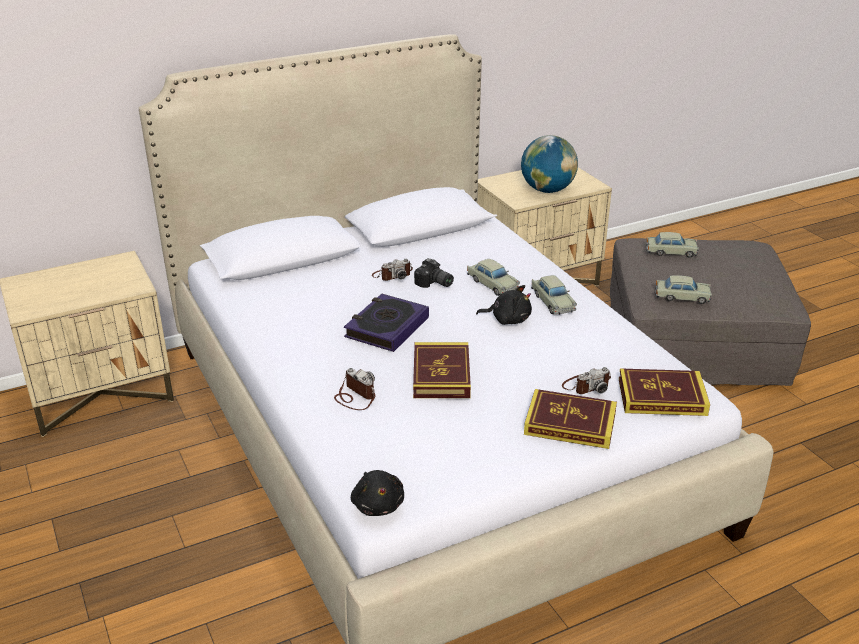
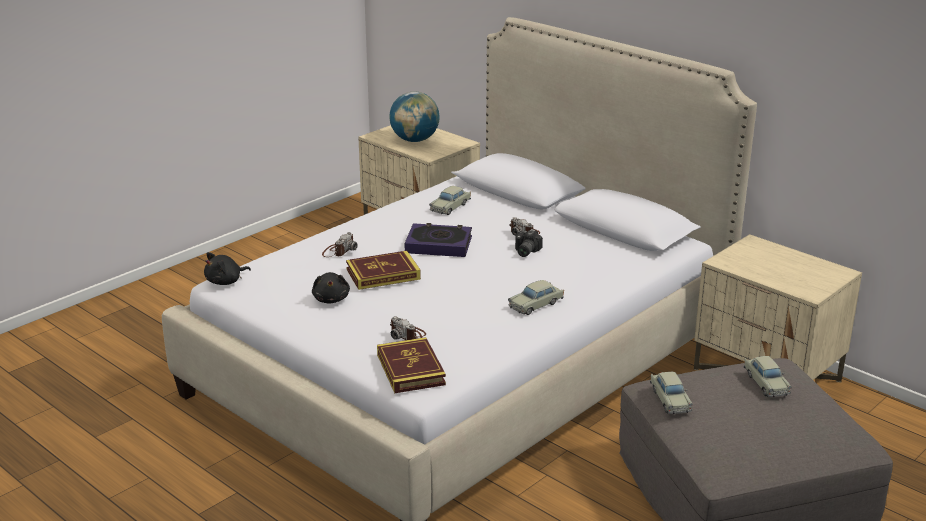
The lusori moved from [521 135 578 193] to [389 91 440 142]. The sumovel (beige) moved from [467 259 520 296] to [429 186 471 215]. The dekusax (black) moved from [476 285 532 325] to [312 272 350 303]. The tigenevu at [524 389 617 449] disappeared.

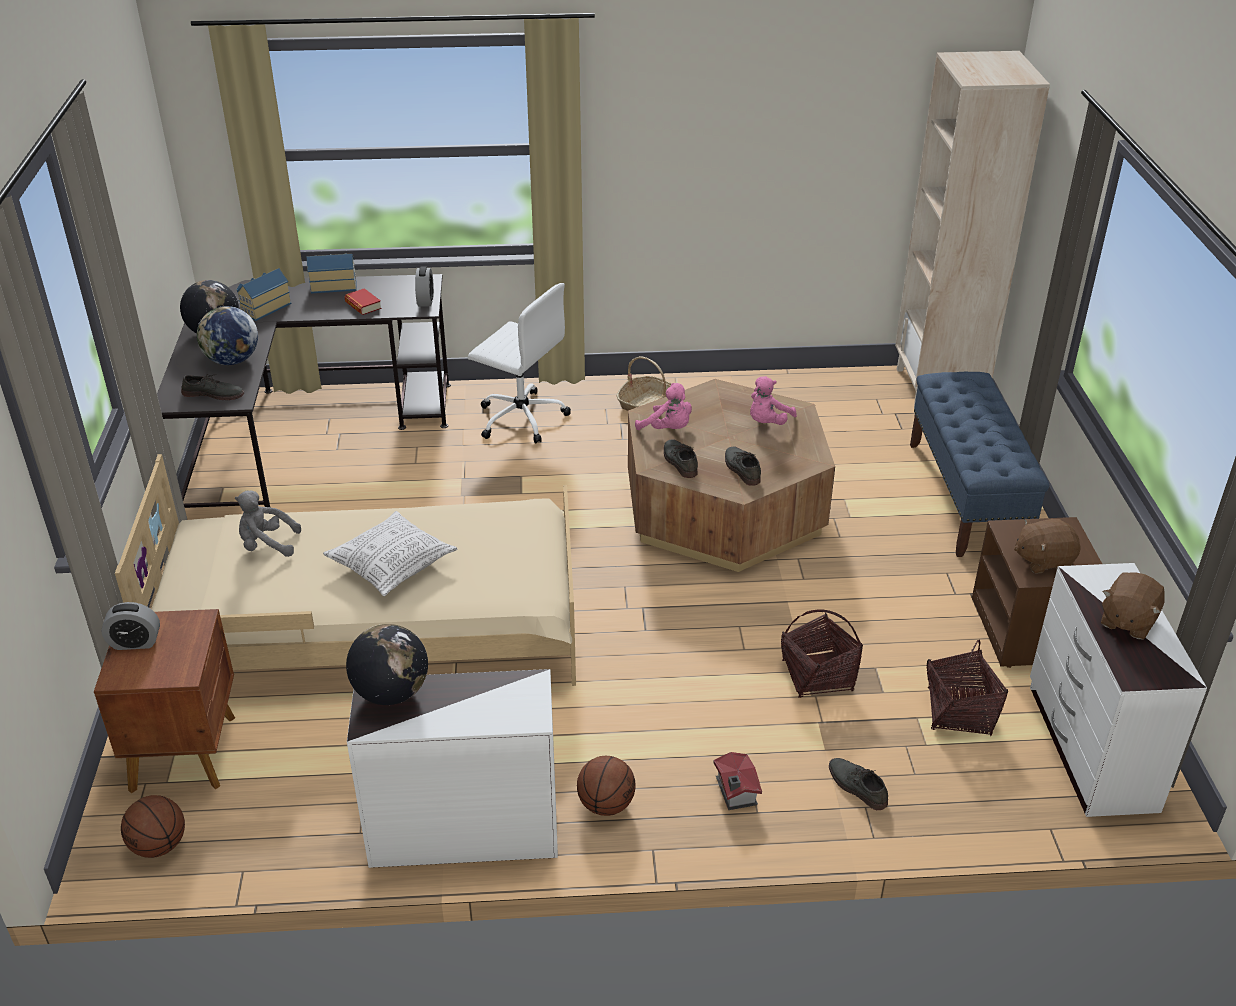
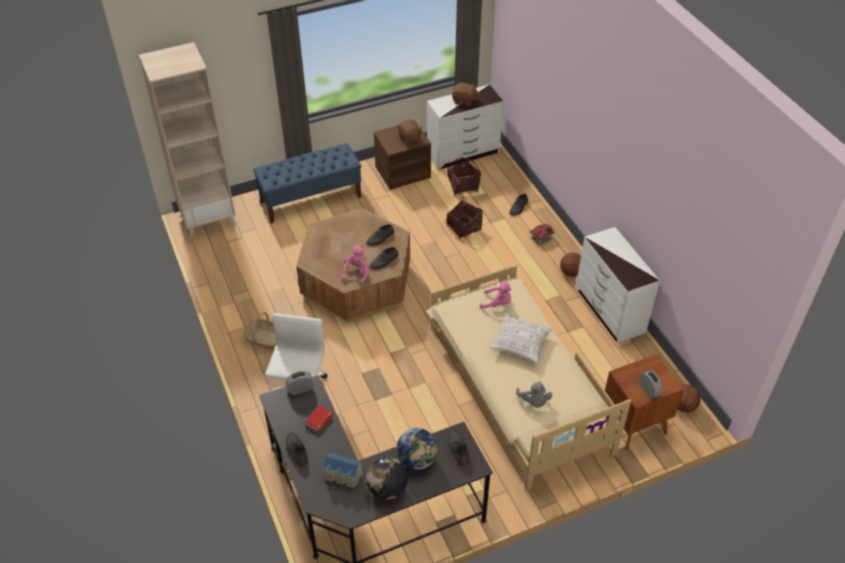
The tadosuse at [307 253 357 293] was replaced by the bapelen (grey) at [286 432 308 467]. The dekusax (pink) moved from [750 376 797 425] to [480 281 511 309]. The lusori at [346 624 428 705] disappeared.

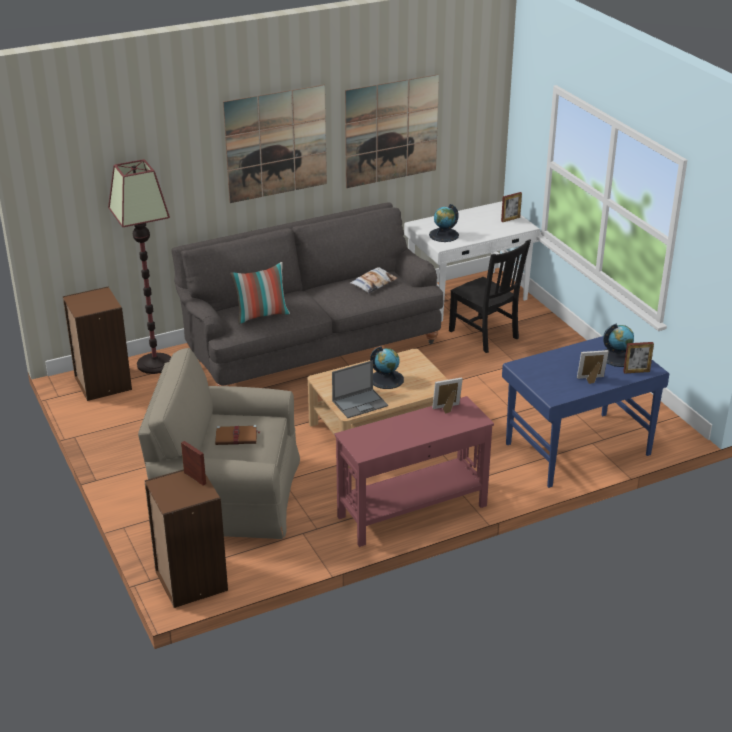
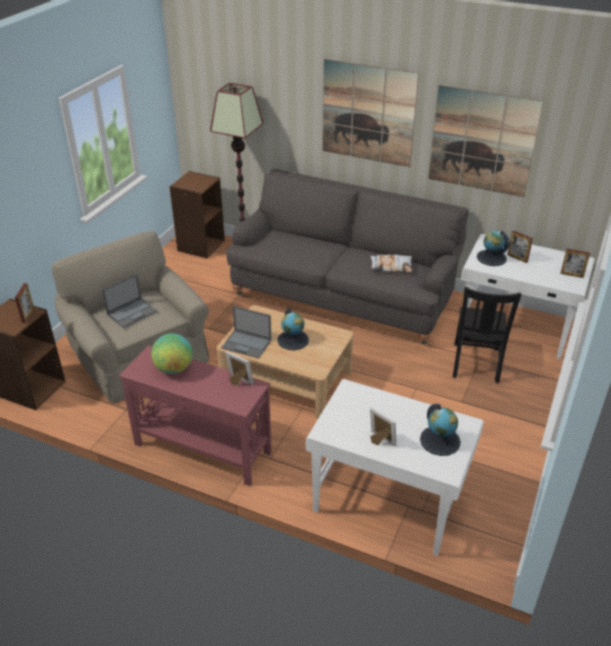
The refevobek at [230 262 290 324] disappeared. The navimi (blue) at [502 336 669 488] became the navimi (white) at [306 379 484 556]. The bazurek moved from [623 342 654 374] to [507 230 533 263]. The tigenevu (brown) at [215 425 260 445] was replaced by the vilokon at [102 274 157 328]. The lusori at [151 333 192 374] appeared.

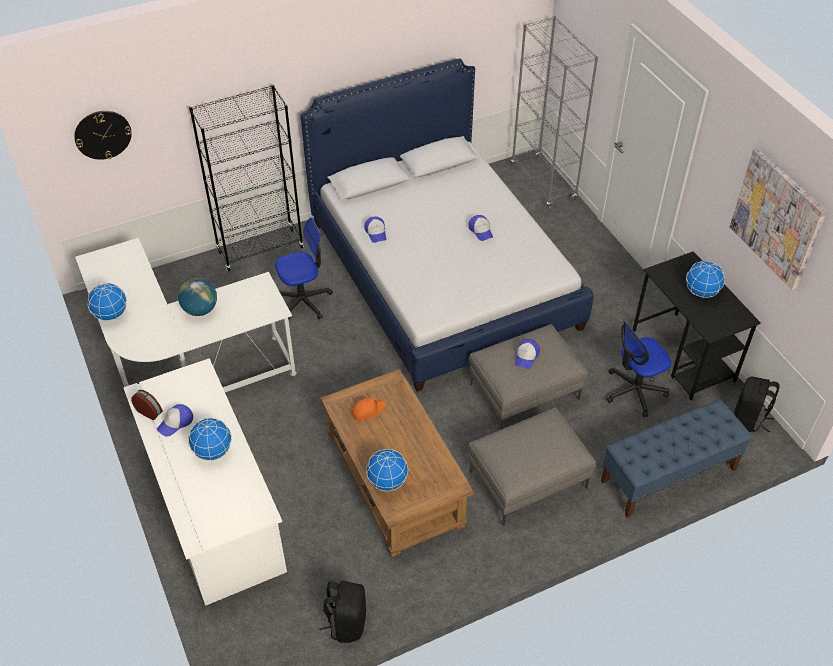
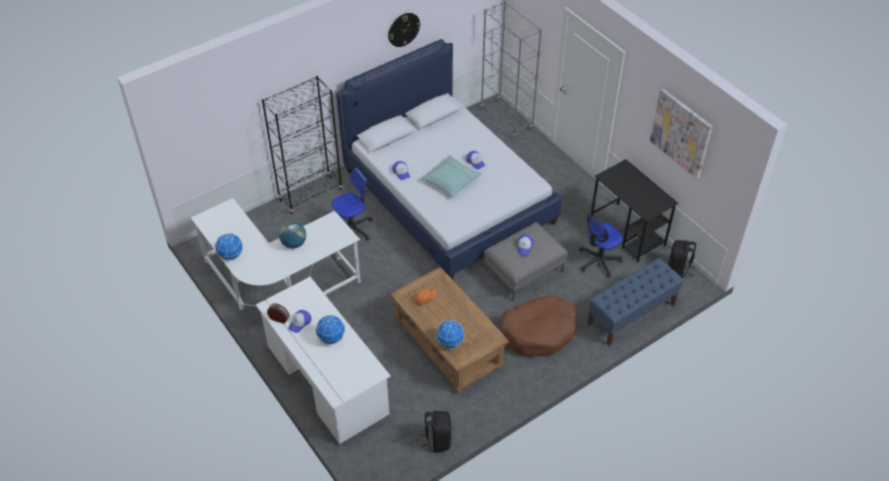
The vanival moved from [74 111 132 160] to [388 13 421 47]. The lusori at [686 261 725 298] disappeared. The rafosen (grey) at [468 408 596 526] was replaced by the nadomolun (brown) at [500 295 576 357]. The refevobek at [422 155 481 197] appeared.

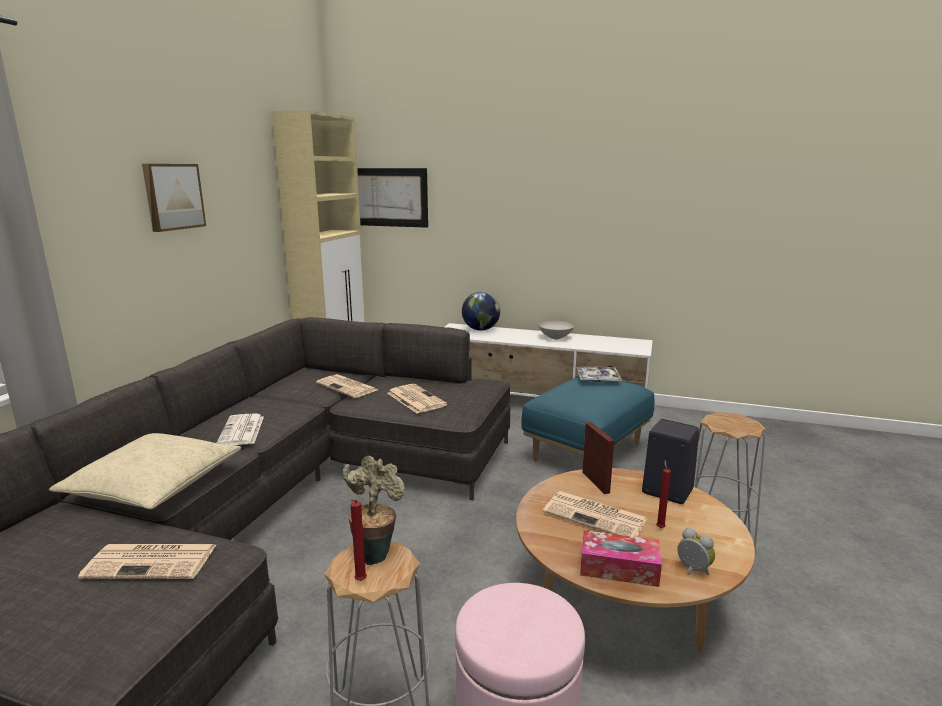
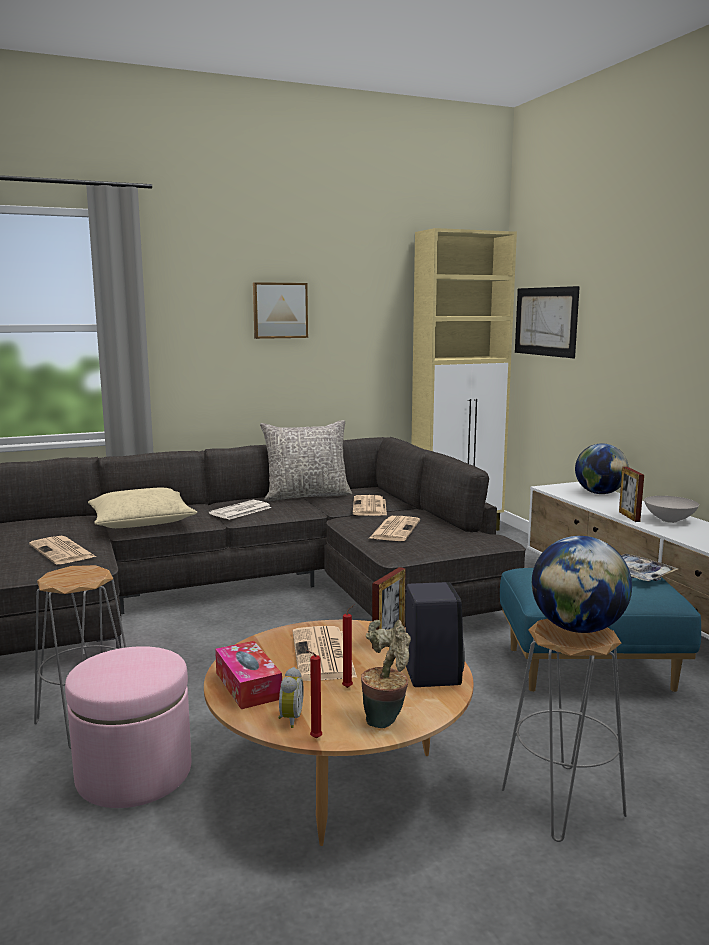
The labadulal moved from [343 456 405 565] to [361 620 411 728]. The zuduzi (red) moved from [351 500 367 581] to [306 650 322 739]. The refevobek (grey) at [260 420 352 501] appeared. The bazurek at [619 467 644 522] appeared. The lusori at [532 536 632 633] appeared.

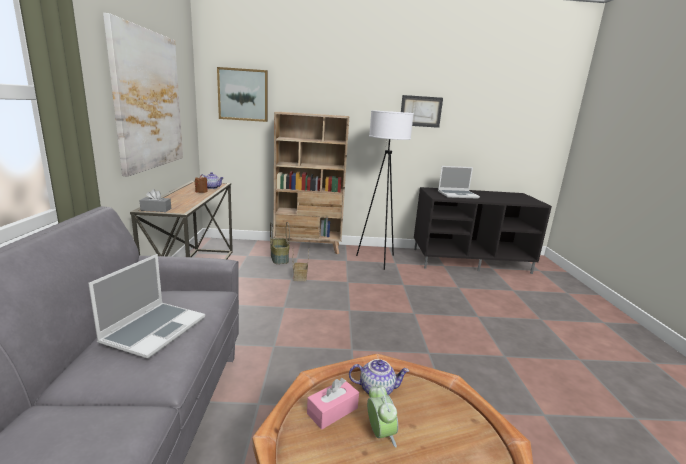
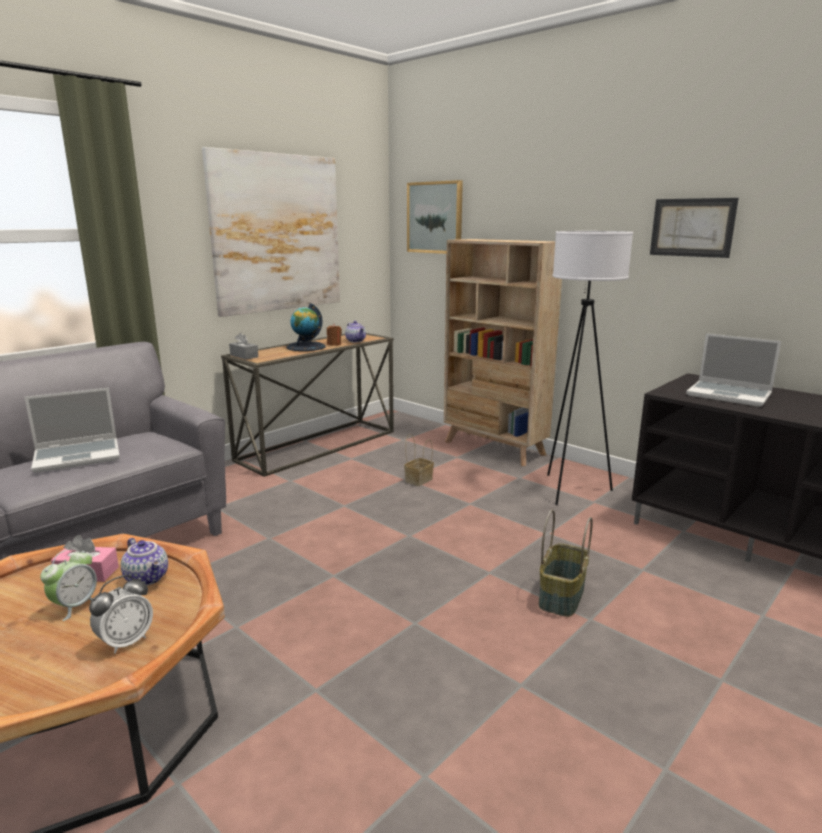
The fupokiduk moved from [270 222 290 264] to [539 510 593 617]. The lusori at [286 303 326 351] appeared. The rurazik at [89 575 153 654] appeared.

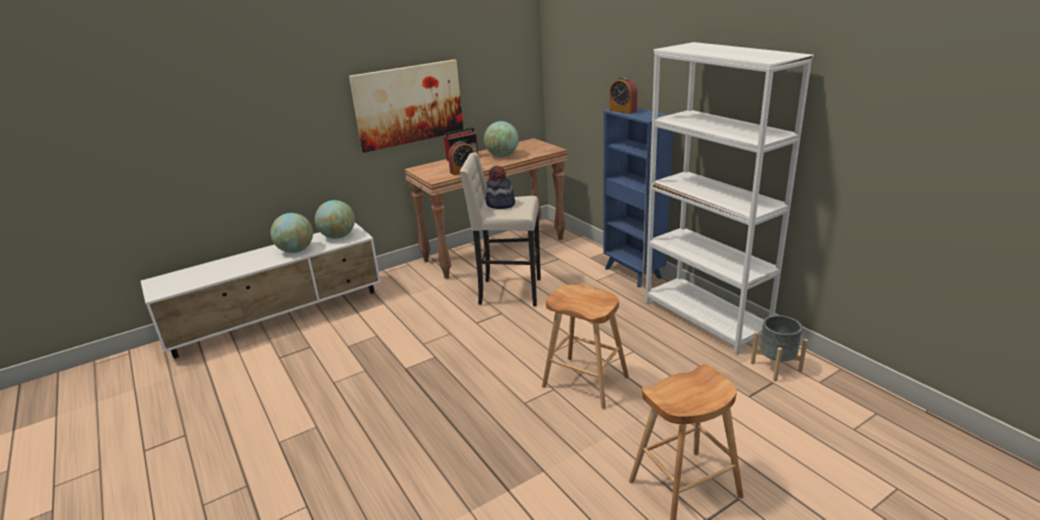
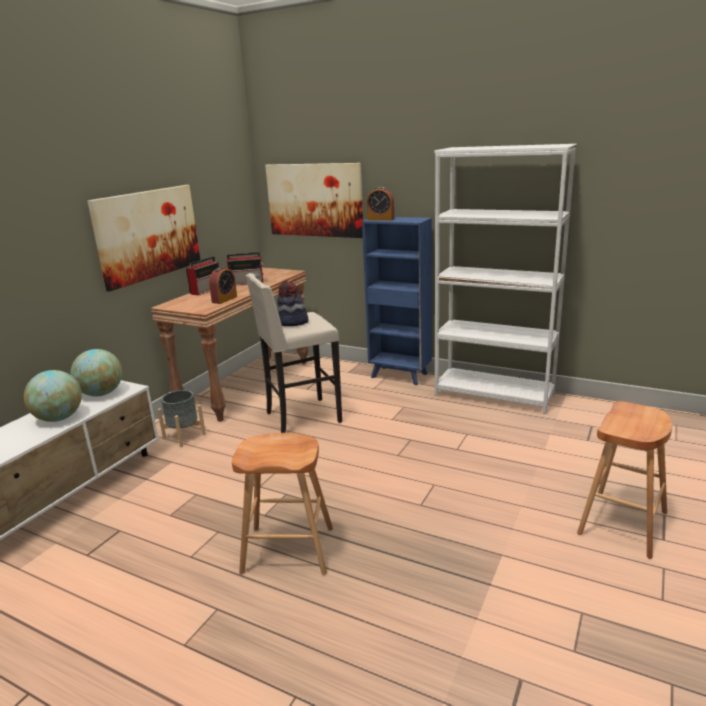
The lusori at [484 121 519 157] was replaced by the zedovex at [227 252 263 285]. The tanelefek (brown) moved from [542 285 629 409] to [232 433 333 575]. The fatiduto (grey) moved from [751 315 808 382] to [157 390 206 447]. The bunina at [265 163 363 238] appeared.

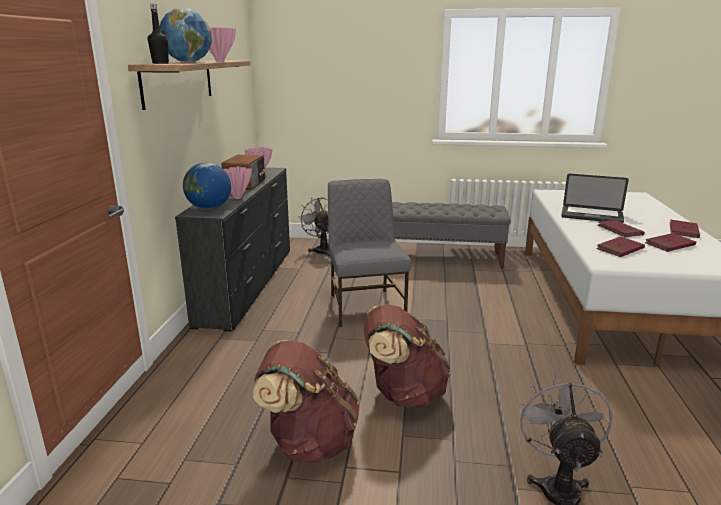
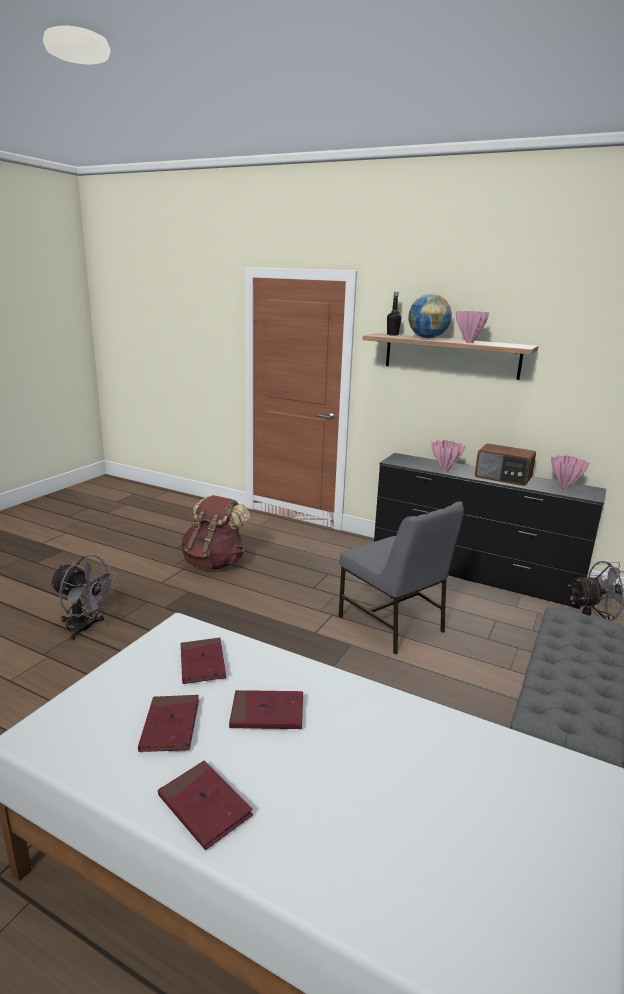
The lusori at [183 163 231 210] disappeared. The vilokon at [561 174 629 223] disappeared. The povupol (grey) at [328 179 411 327] turned 45 degrees clockwise. The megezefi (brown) at [364 304 451 407] disappeared.

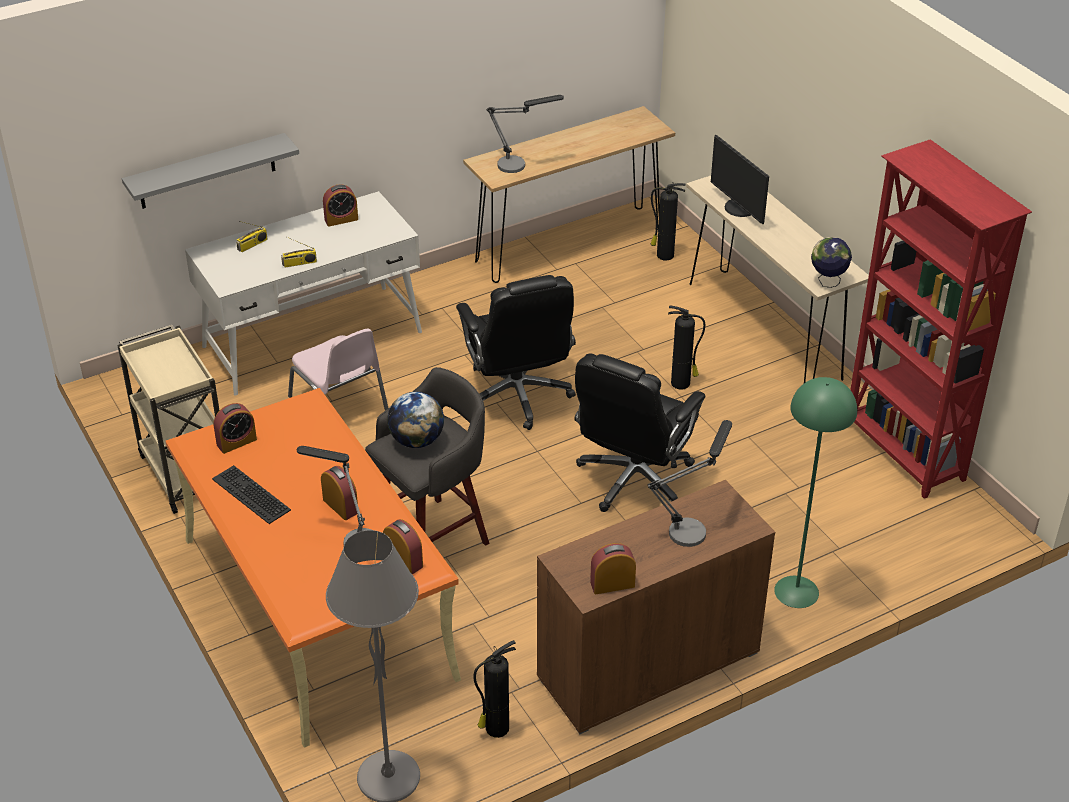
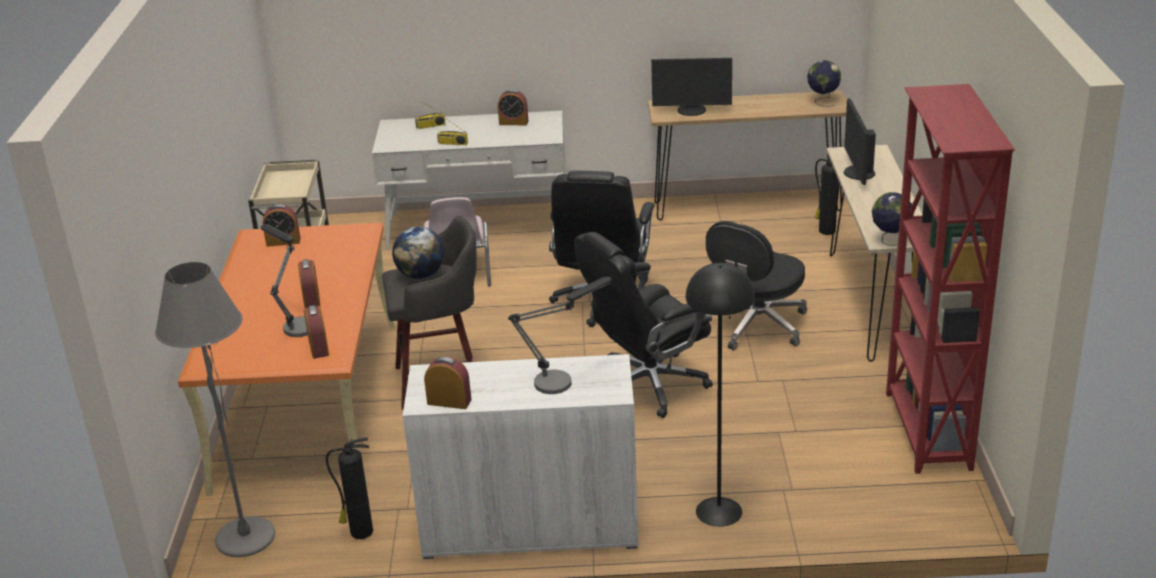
The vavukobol at [486 95 564 173] was replaced by the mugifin at [651 58 732 116]. The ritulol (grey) at [122 133 299 209] disappeared. The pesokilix at [668 306 705 390] was replaced by the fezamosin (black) at [705 221 807 350]. The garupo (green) at [774 377 857 608] became the garupo (black) at [686 263 755 527]. The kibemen at [212 465 291 524] disappeared. The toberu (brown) at [537 480 775 734] became the toberu (white) at [402 354 639 559]. The lusori at [807 60 841 107] appeared.

